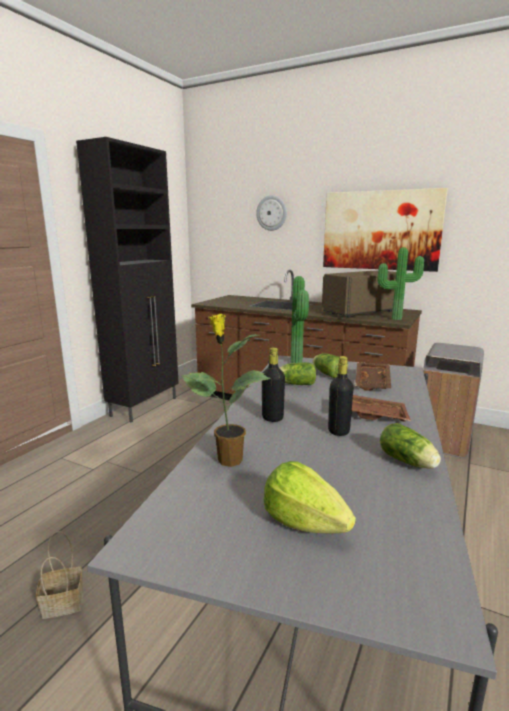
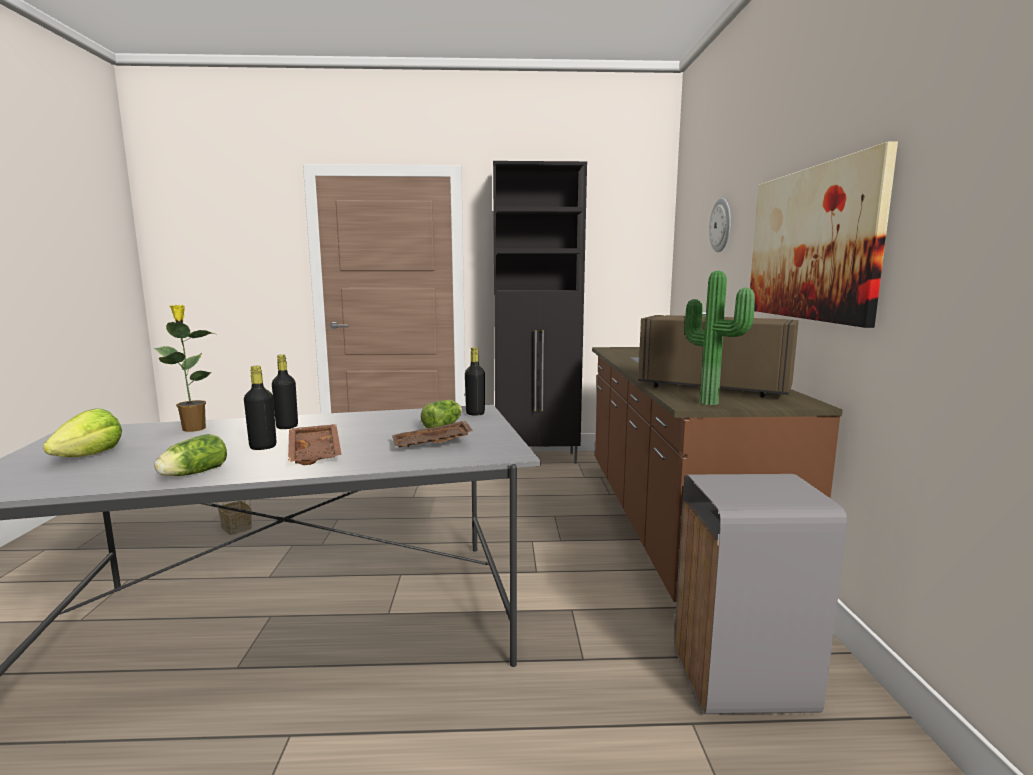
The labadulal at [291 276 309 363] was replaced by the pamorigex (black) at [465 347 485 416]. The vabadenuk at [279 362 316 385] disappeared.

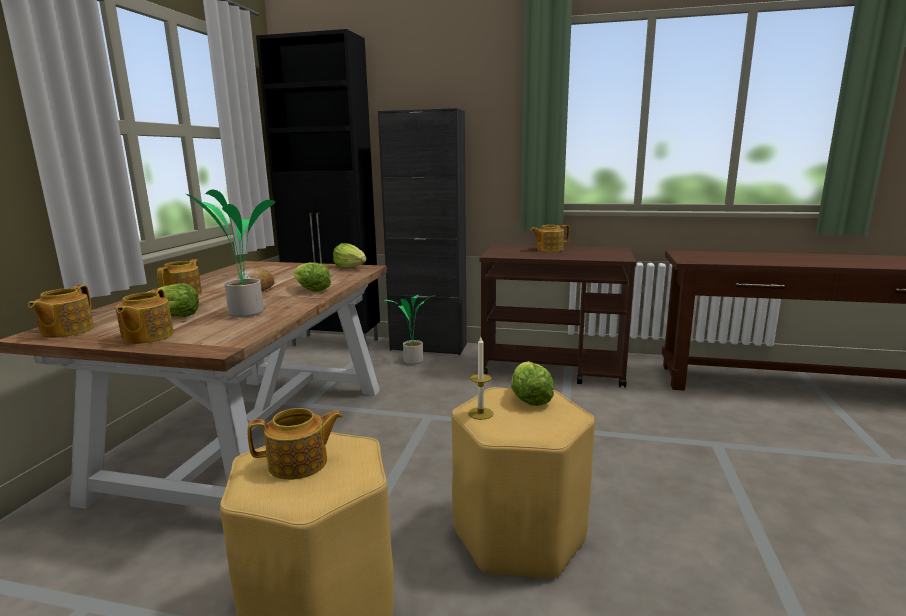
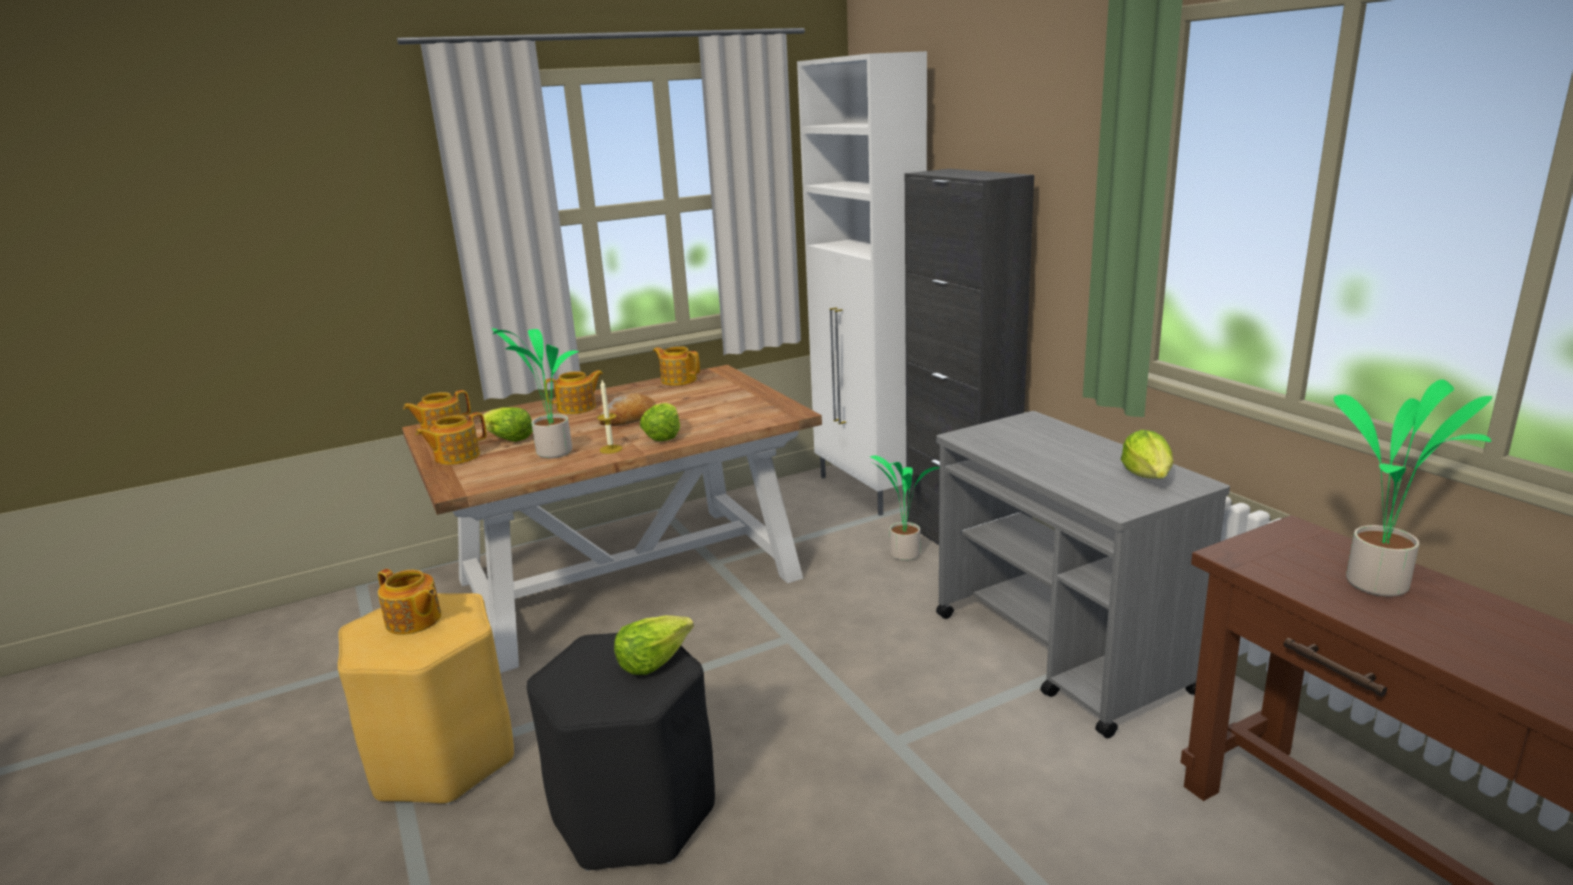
The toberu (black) at [256 29 380 346] became the toberu (white) at [797 51 927 516]. The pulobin moved from [531 225 570 252] to [653 346 700 386]. The vabadenuk moved from [333 243 366 268] to [1121 430 1173 479]. The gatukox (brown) at [480 245 637 388] became the gatukox (grey) at [936 411 1230 739]. The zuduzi moved from [468 337 494 420] to [597 380 623 454]. The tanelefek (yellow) at [451 387 595 579] became the tanelefek (black) at [527 633 715 871]. The labadulal at [1334 380 1492 597] appeared.

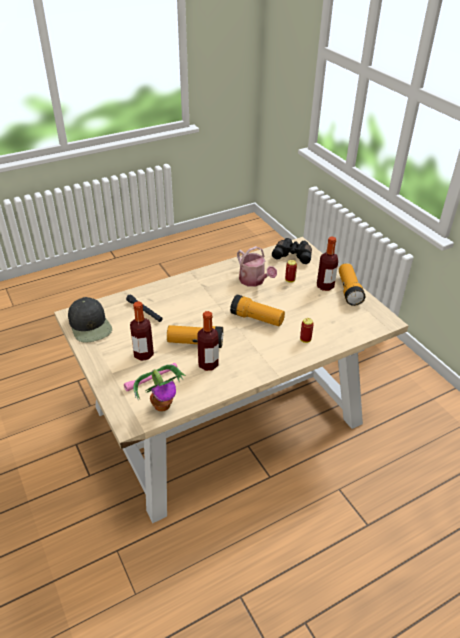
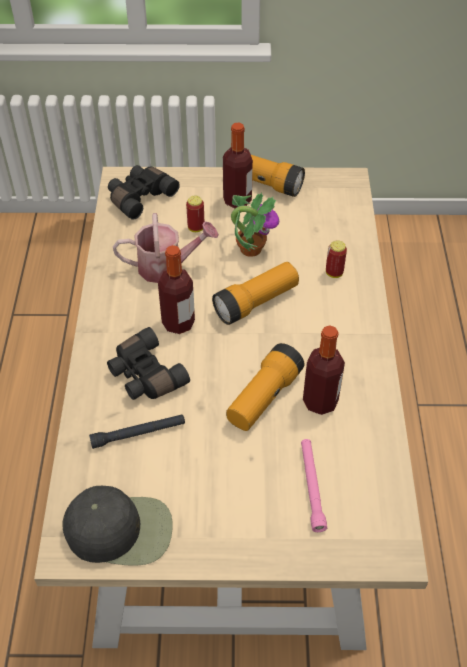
The pamorigex moved from [130 301 154 361] to [158 245 195 334]. The labadulal moved from [133 365 186 412] to [231 193 279 257]. The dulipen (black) at [107 327 190 400] appeared.

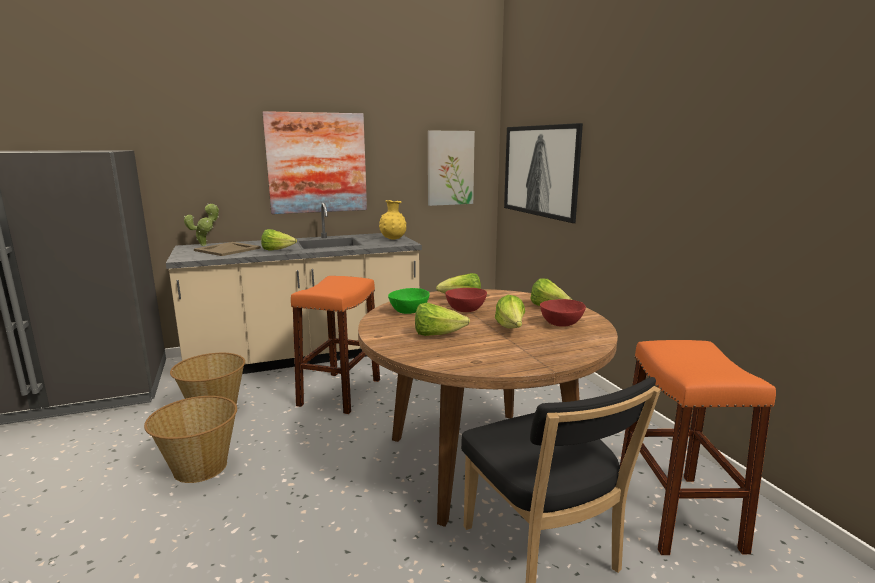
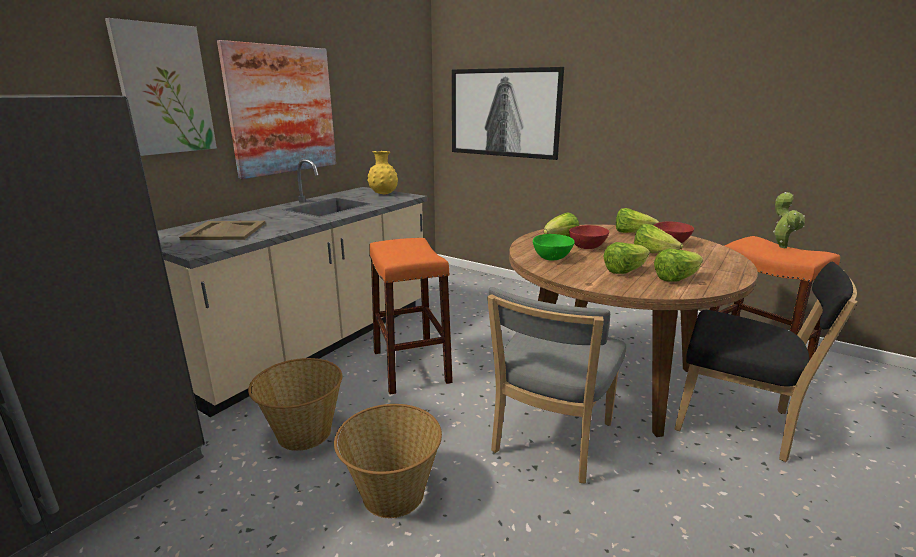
The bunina moved from [428 131 475 206] to [105 18 217 156]. The labadulal moved from [184 204 219 246] to [773 192 805 248]. The vabadenuk moved from [261 229 297 251] to [654 248 703 282]. The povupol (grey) at [487 287 626 483] appeared.

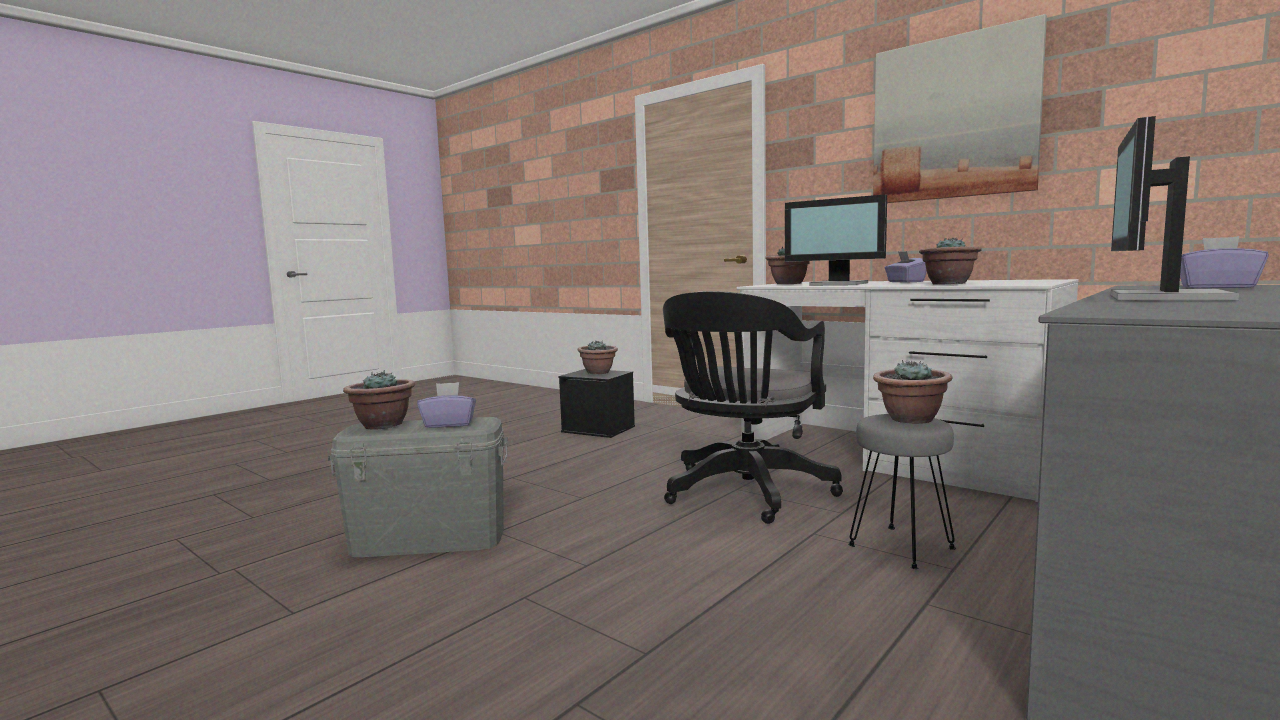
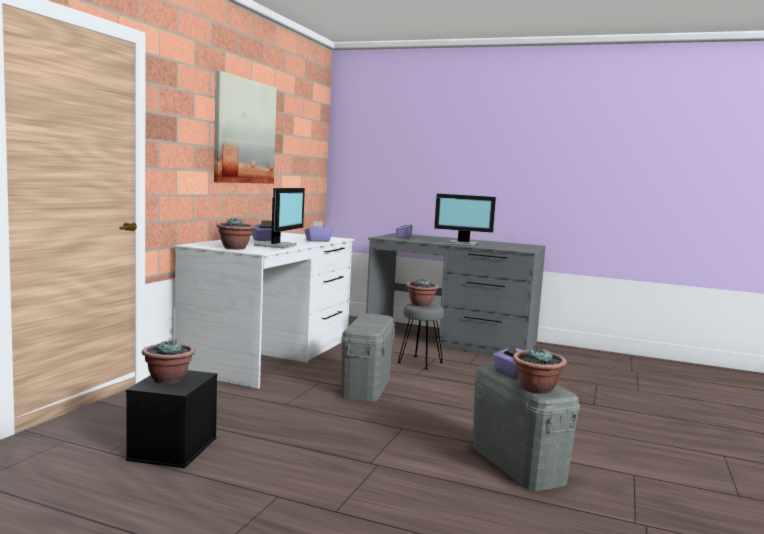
The labadulal at [919 237 982 284] was replaced by the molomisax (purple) at [304 221 333 242]. The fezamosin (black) at [663 291 843 524] was replaced by the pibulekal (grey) at [341 314 395 402].

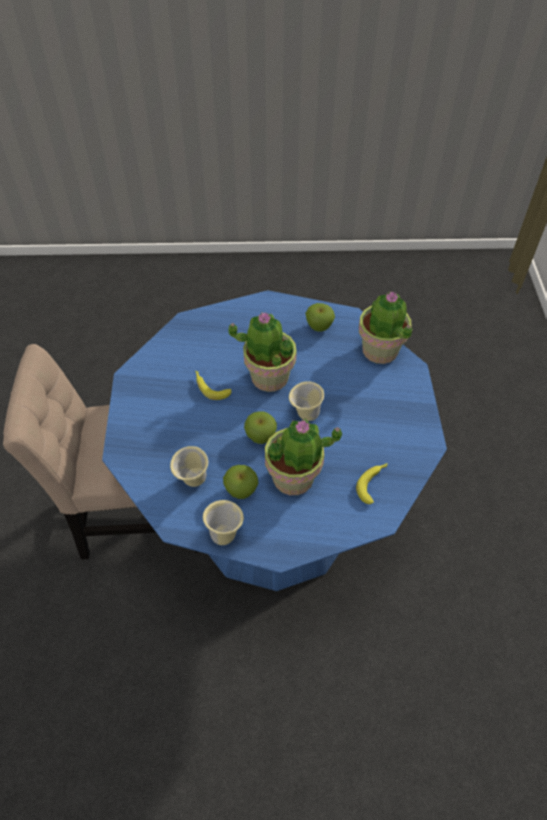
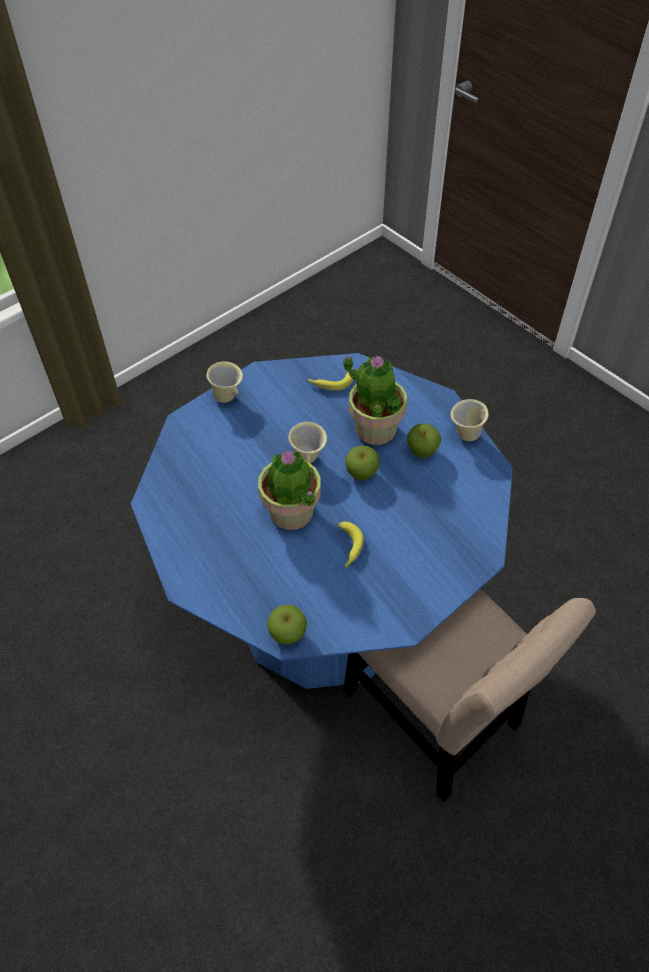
The labadulal at [359 291 412 364] disappeared. The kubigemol moved from [306 303 335 332] to [267 605 307 644]. The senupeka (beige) moved from [170 446 208 487] to [206 362 243 403].

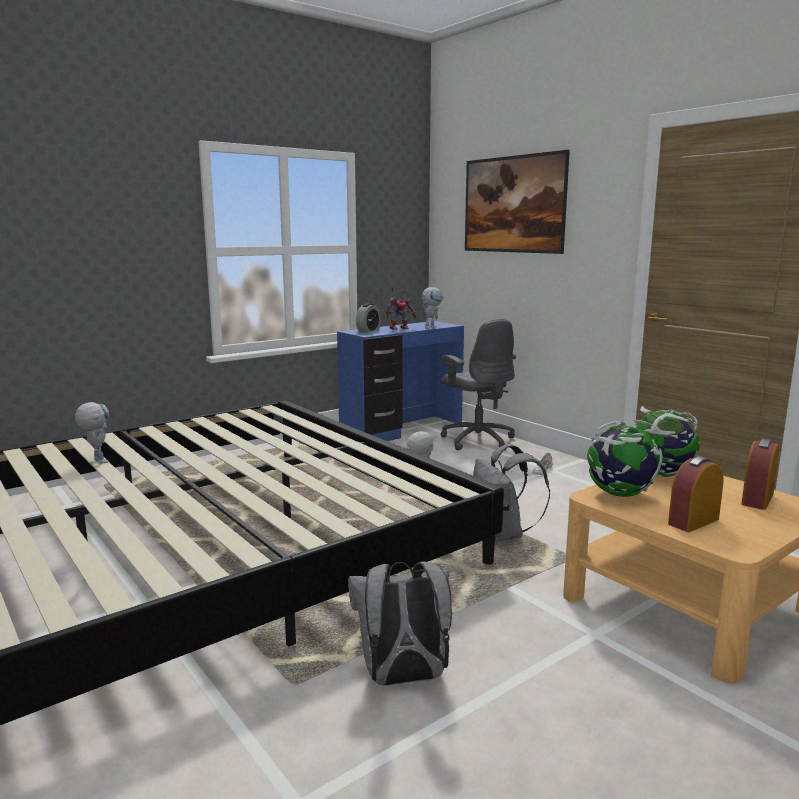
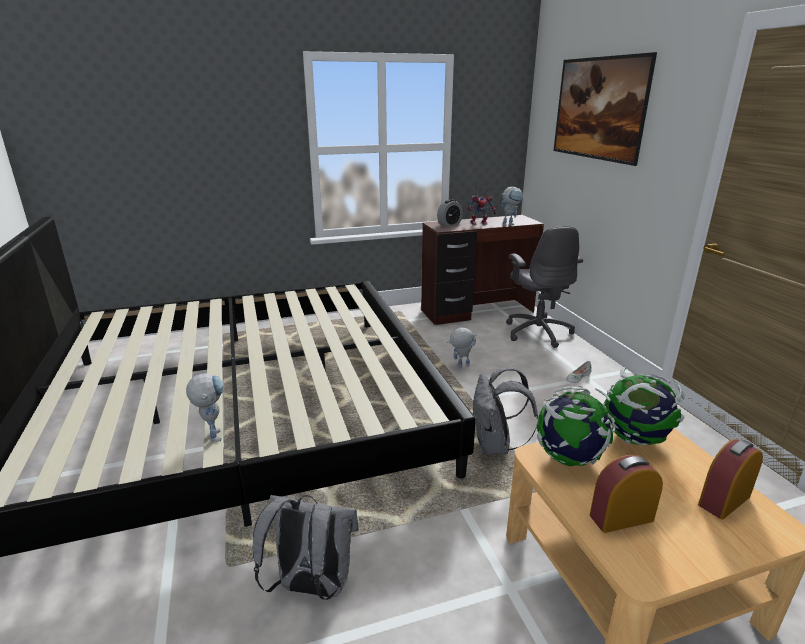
The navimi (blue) at [337 321 464 441] became the navimi (brown) at [421 215 544 325]. The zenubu moved from [75 402 109 464] to [186 373 224 442].

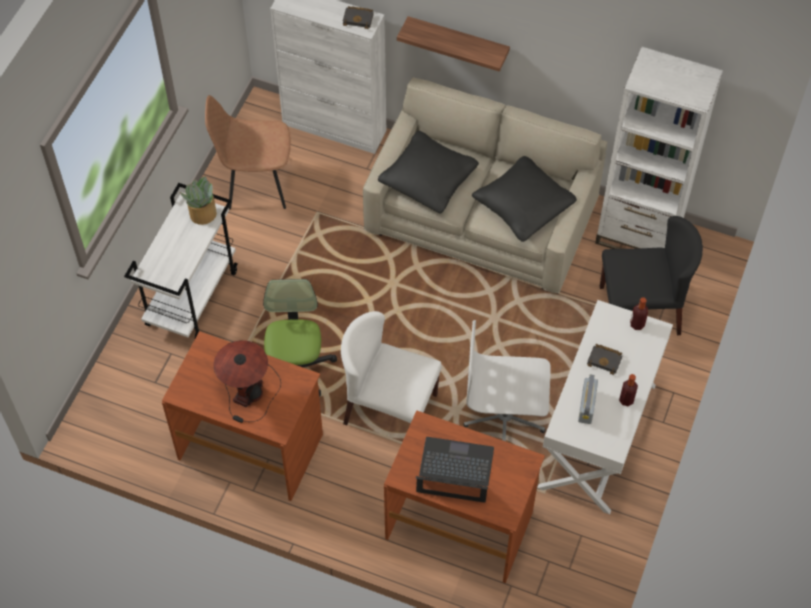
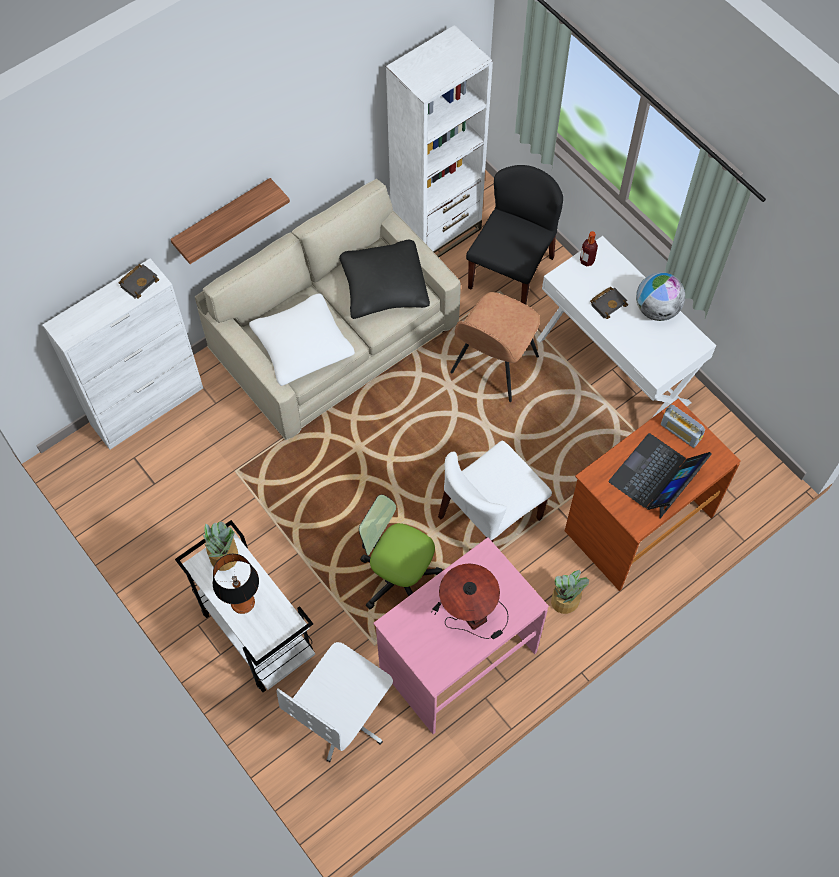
The povupol (brown) moved from [205 95 291 209] to [450 292 540 402]. The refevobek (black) at [378 131 479 214] became the refevobek (white) at [249 293 355 386]. The fezamosin (white) moved from [464 320 551 441] to [276 642 393 762]. The navimi (brown) at [162 331 323 501] became the navimi (pink) at [373 537 549 734]. The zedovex moved from [578 374 598 424] to [661 404 705 448]. The pamorigex at [619 374 638 406] was replaced by the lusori at [636 272 685 321]. The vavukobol at [213 554 259 614] appeared. The labadulal at [551 570 589 614] appeared.

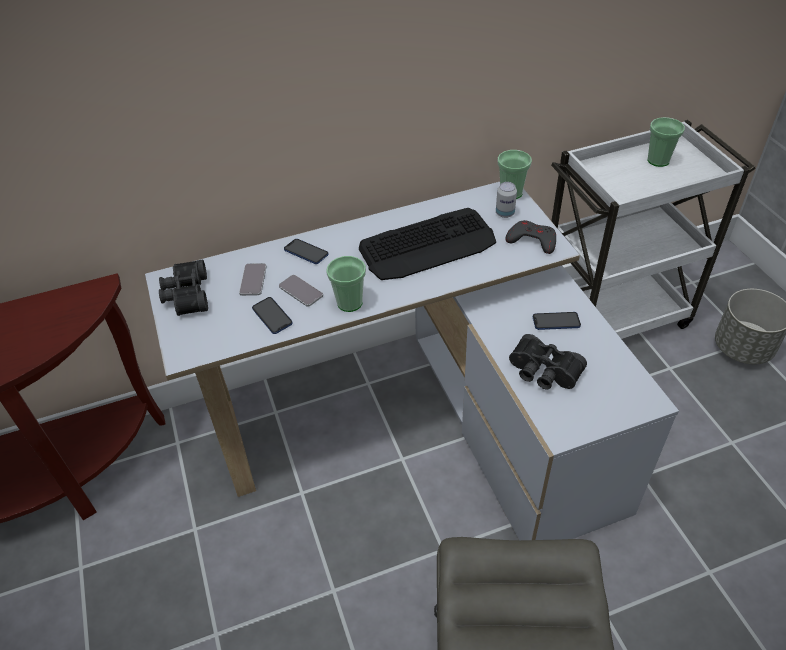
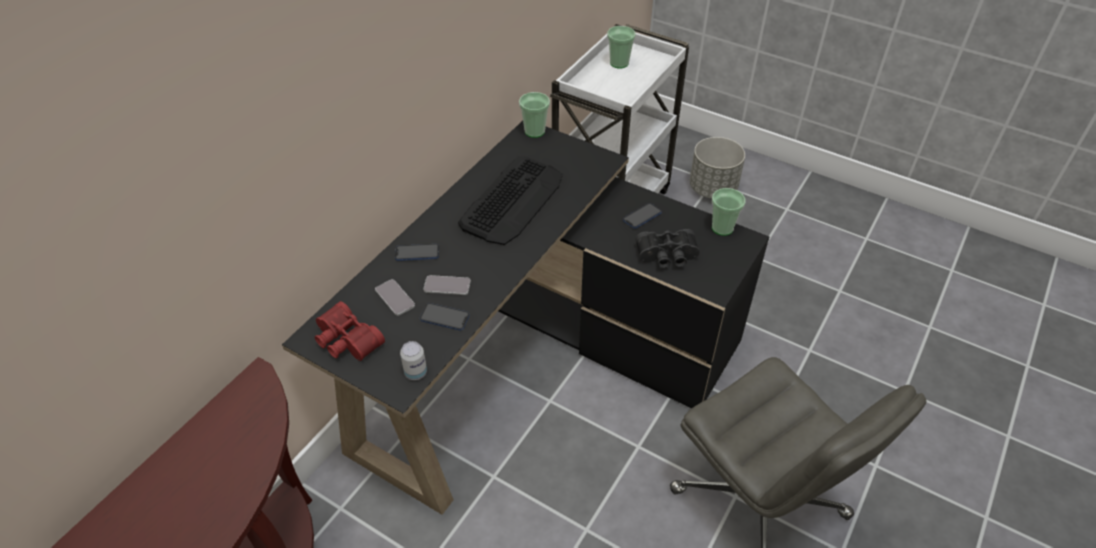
The navimi (white) at [145 182 679 540] became the navimi (black) at [282 121 769 515]. The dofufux moved from [496 182 517 218] to [400 341 427 380]. The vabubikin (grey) at [506 220 556 254] disappeared. The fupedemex moved from [326 256 366 312] to [712 188 745 236]. The dulipen (black) at [159 260 208 316] became the dulipen (red) at [315 301 385 361].

